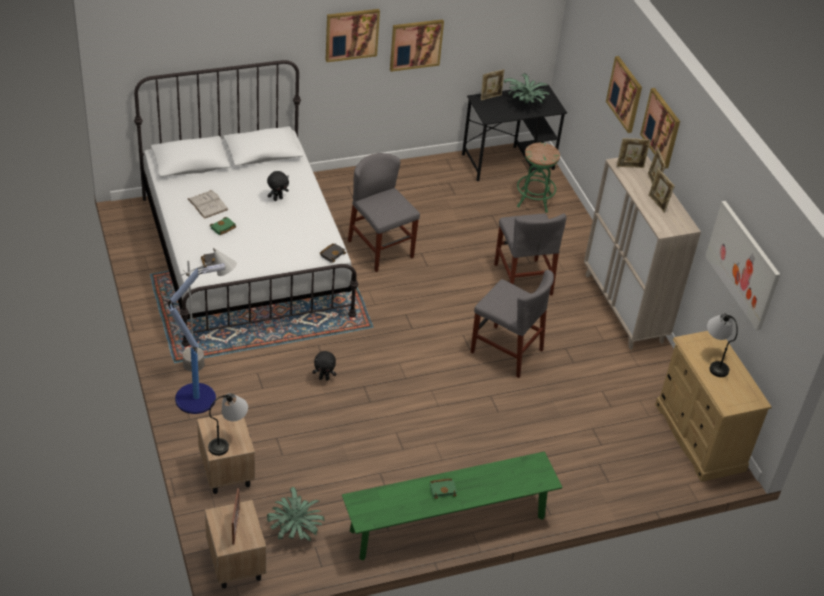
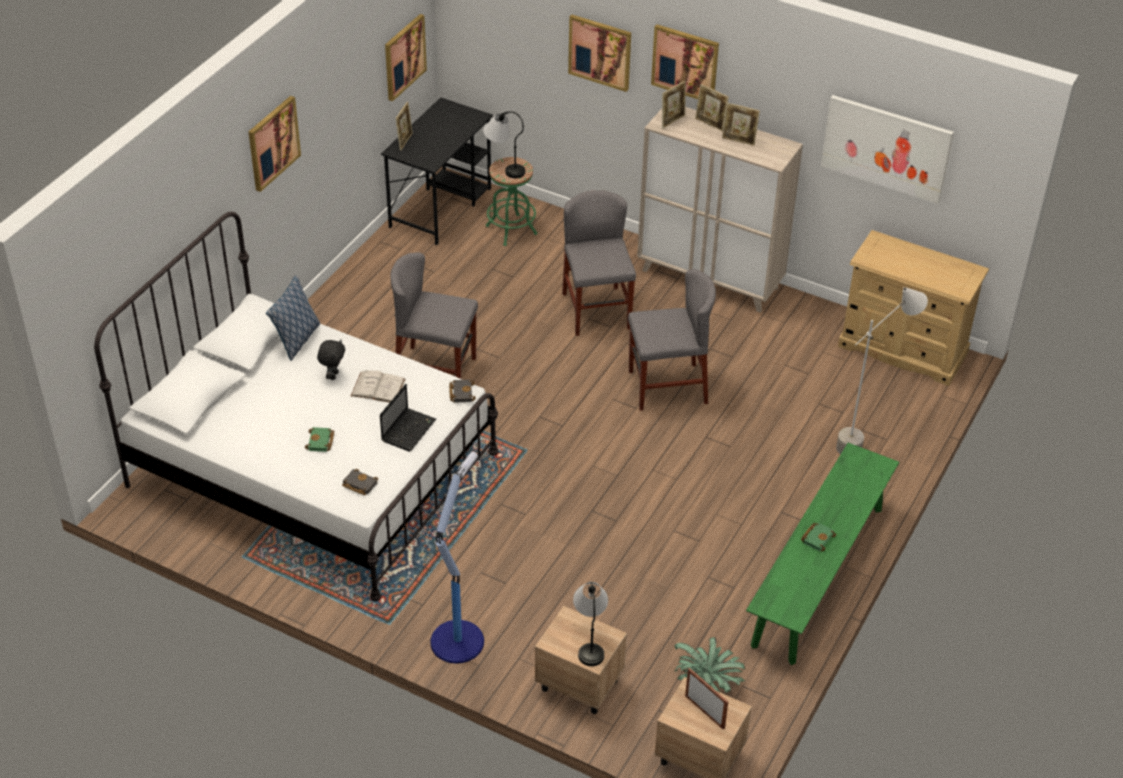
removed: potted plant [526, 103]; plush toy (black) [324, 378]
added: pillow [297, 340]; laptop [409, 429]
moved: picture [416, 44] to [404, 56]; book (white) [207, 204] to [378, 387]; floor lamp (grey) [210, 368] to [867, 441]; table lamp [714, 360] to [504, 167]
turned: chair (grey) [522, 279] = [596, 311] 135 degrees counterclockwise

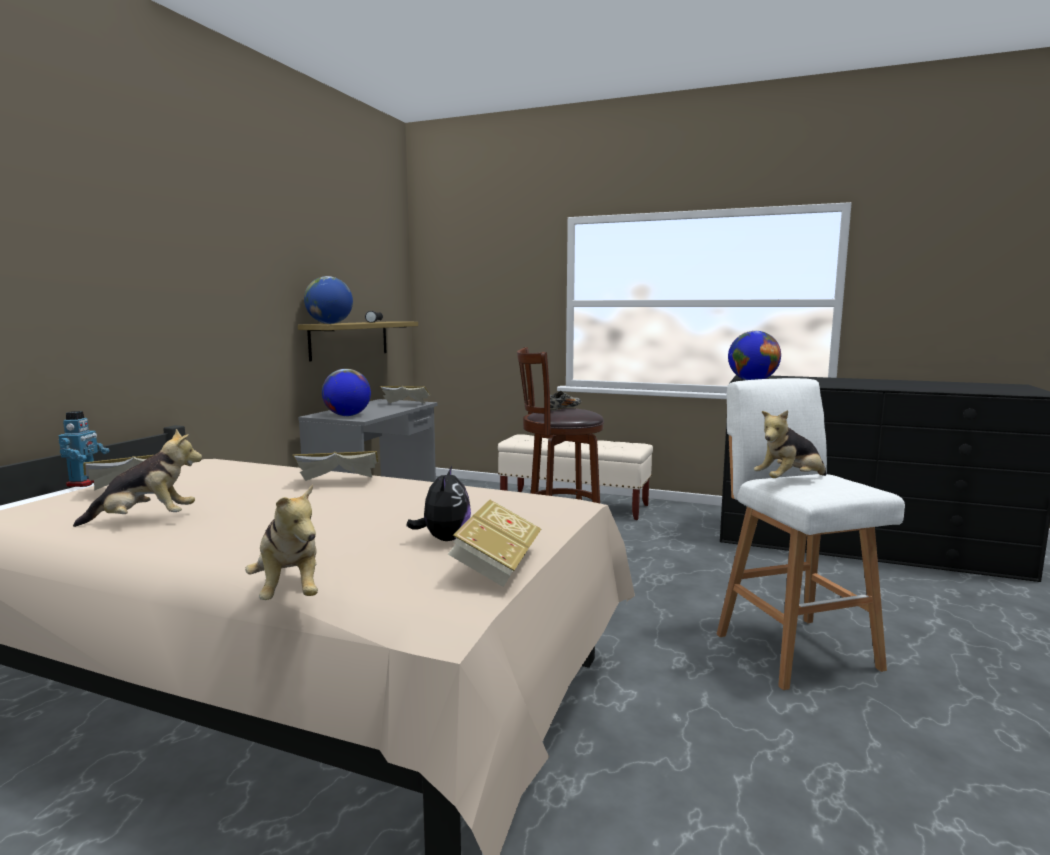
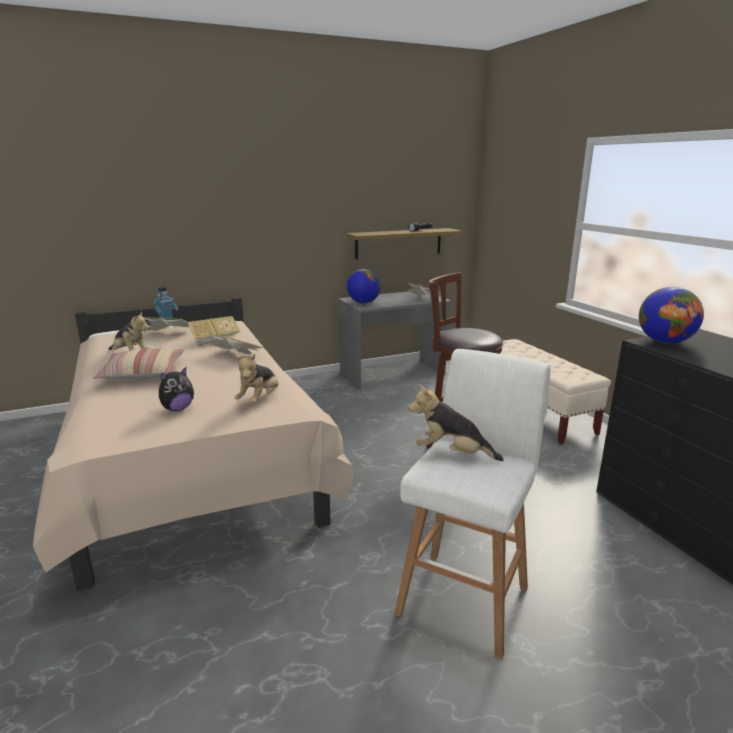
removed: globe [330, 323]; shoe [562, 409]
added: pillow [143, 373]
moved: plush toy [289, 592] to [259, 399]; book [496, 565] to [215, 340]

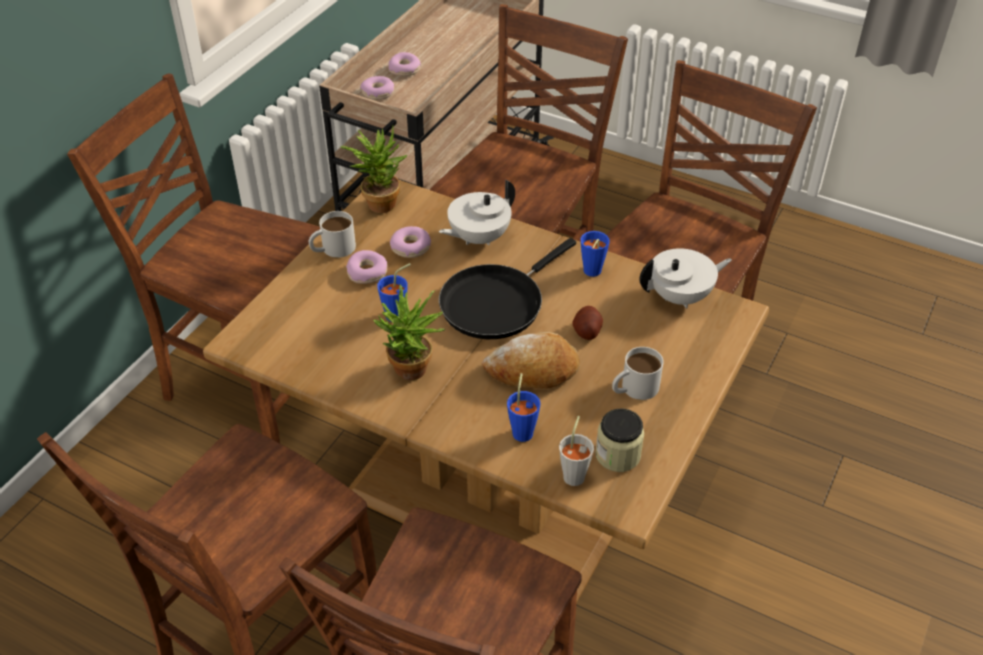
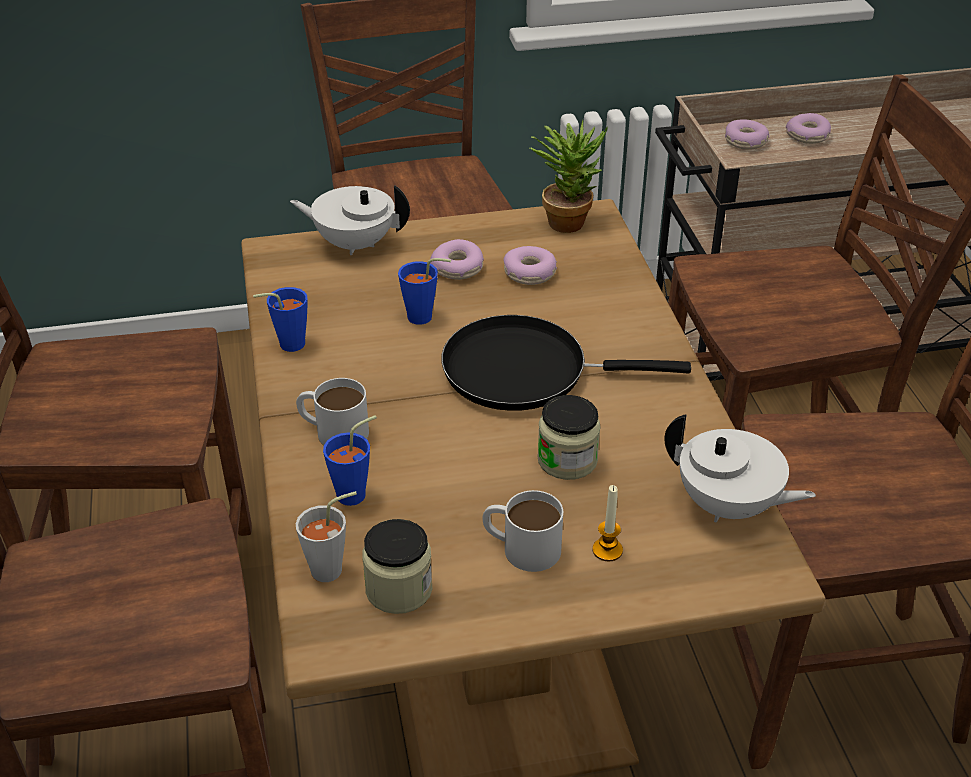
removed: potted plant [412, 374]; bread [533, 370]
added: candle [607, 550]
moved: teapot (white) [478, 237] to [354, 244]; mug (white) [332, 249] to [333, 430]; cup (blue) [591, 273] to [286, 345]
replaced: potato [587, 331] to jar [567, 460]

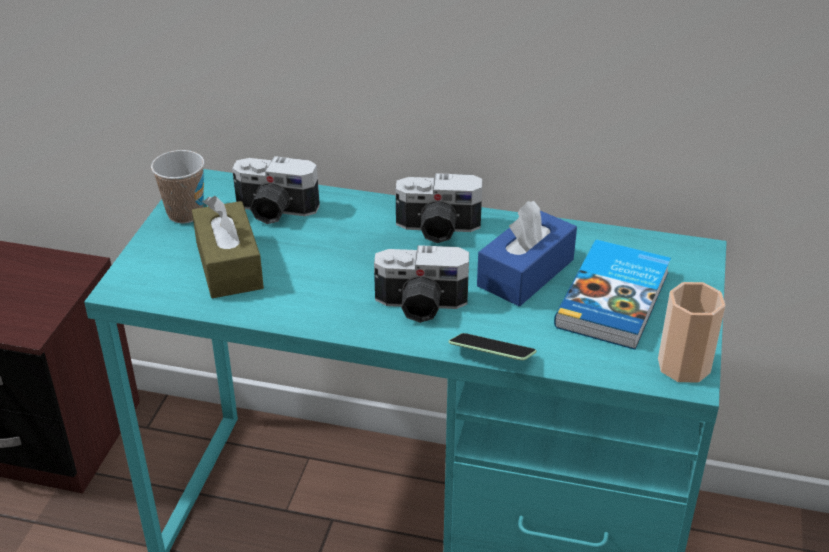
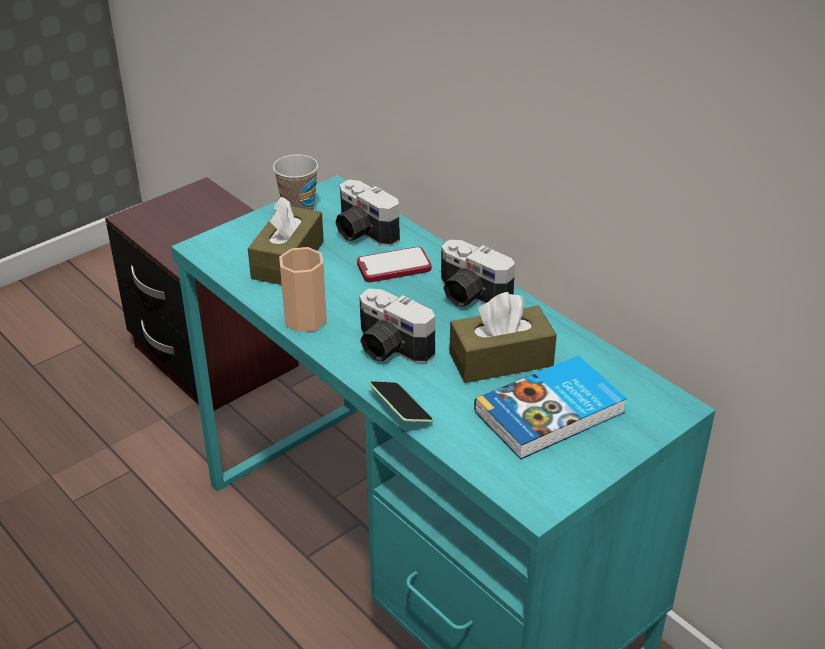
added: phone [394, 266]
moved: cup [684, 366] to [305, 319]
recoloured: tissue box (blue) [525, 273] to tissue box (brown) [501, 359]

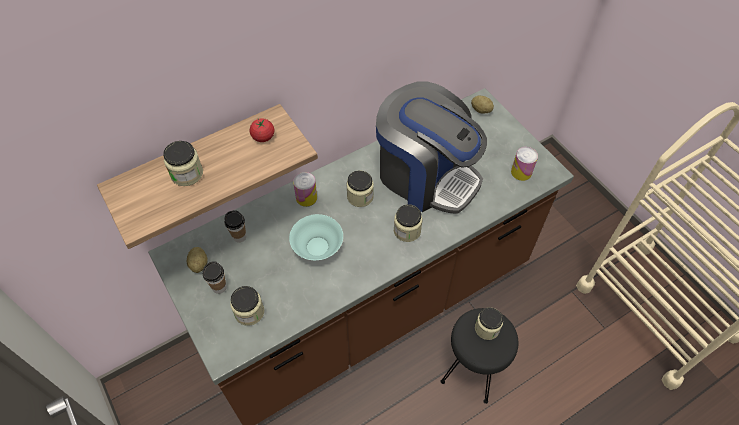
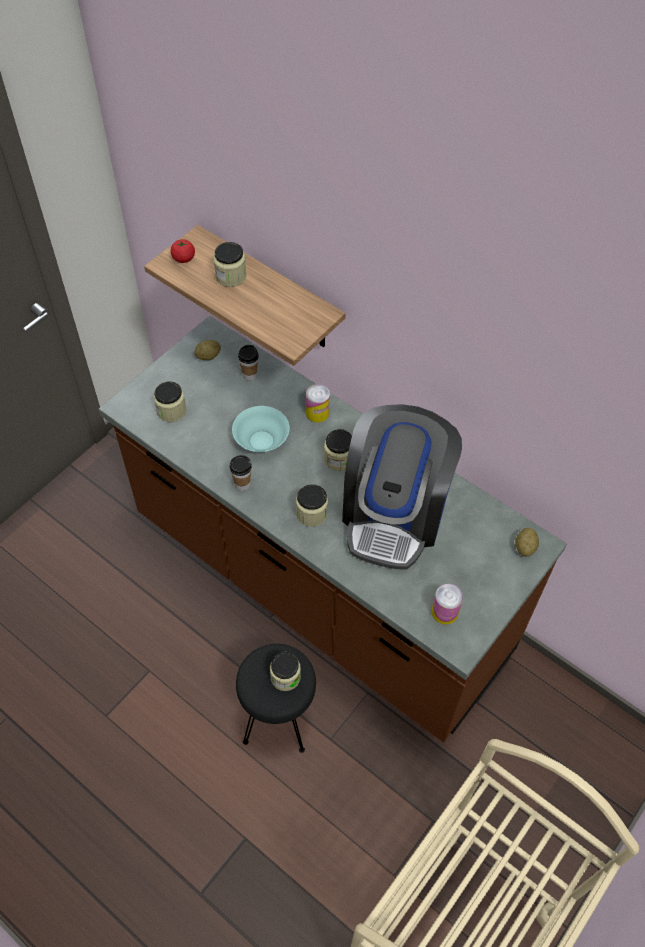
moved: tomato [263, 137] to [183, 258]; cup [219, 287] to [242, 484]

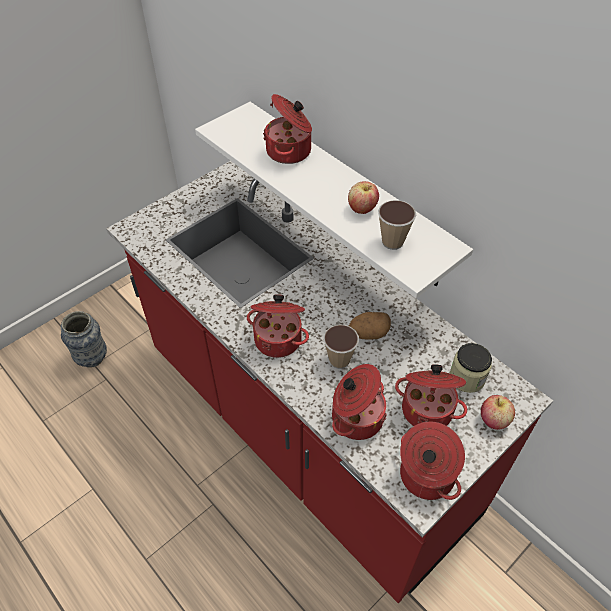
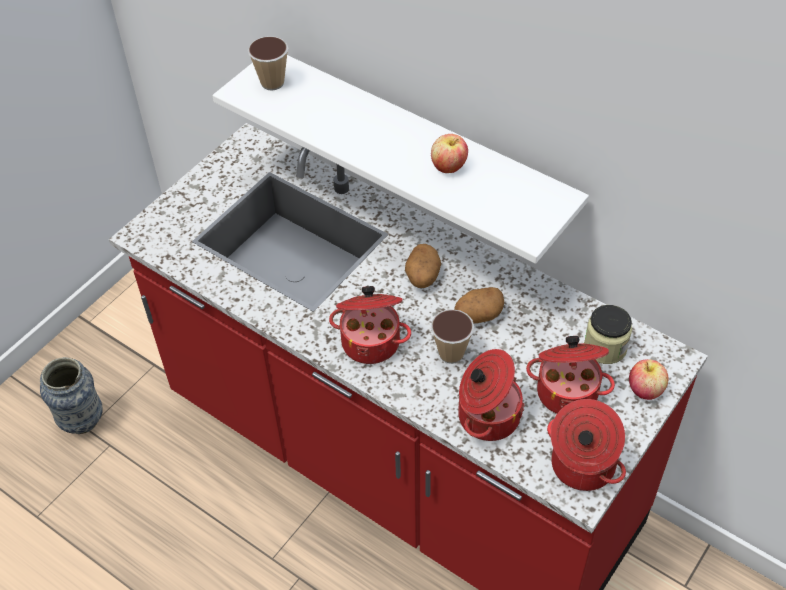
removed: cooking pot [290, 151]
added: potato [422, 277]
moved: cup [392, 242] to [272, 83]

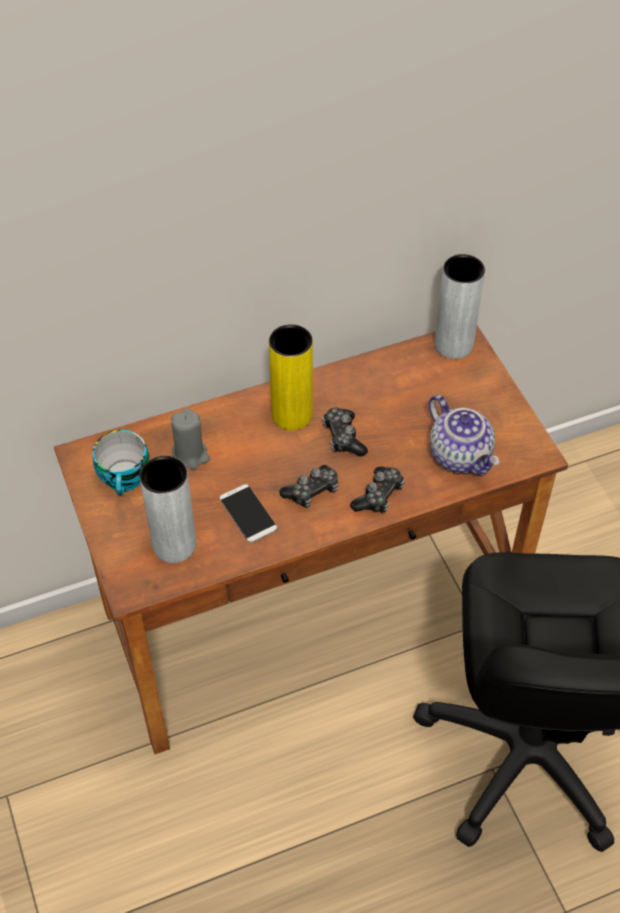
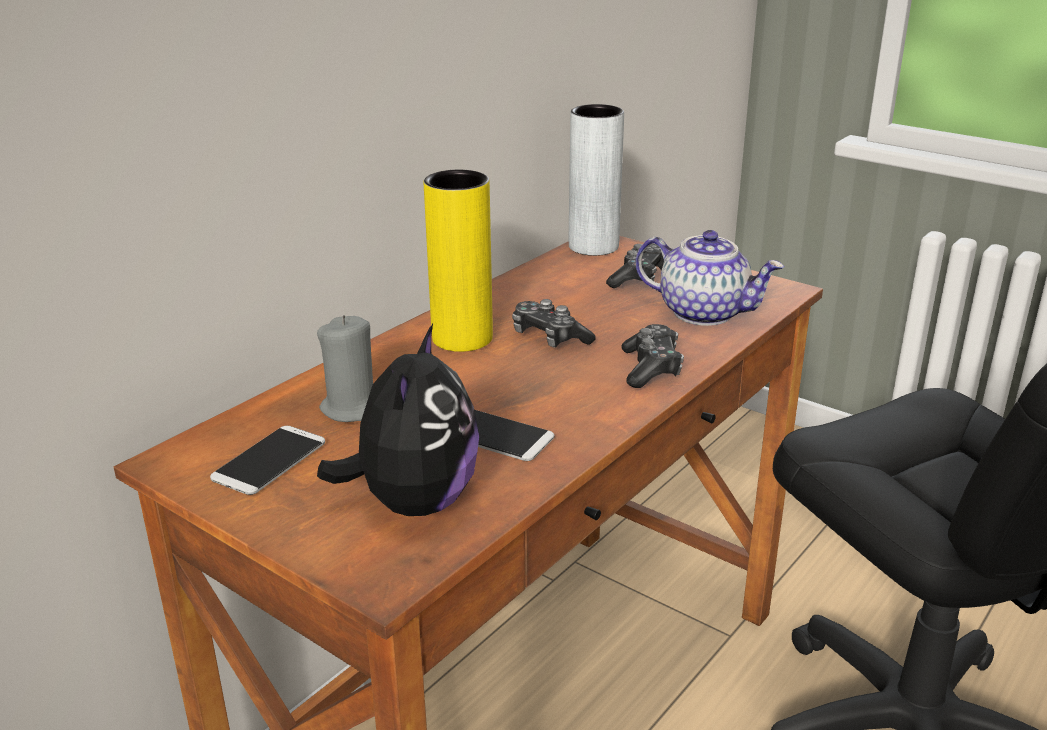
moved: game controller [312, 491] to [639, 278]
replaced: cup [126, 479] to phone [269, 461]; vase (grey) [174, 544] to plush toy [414, 502]

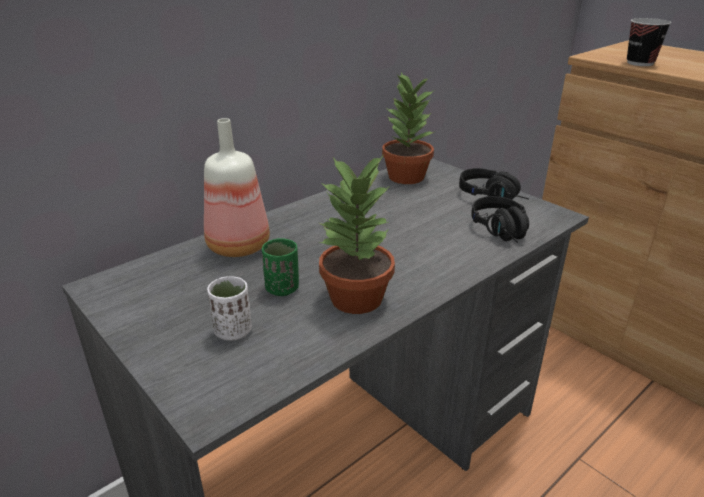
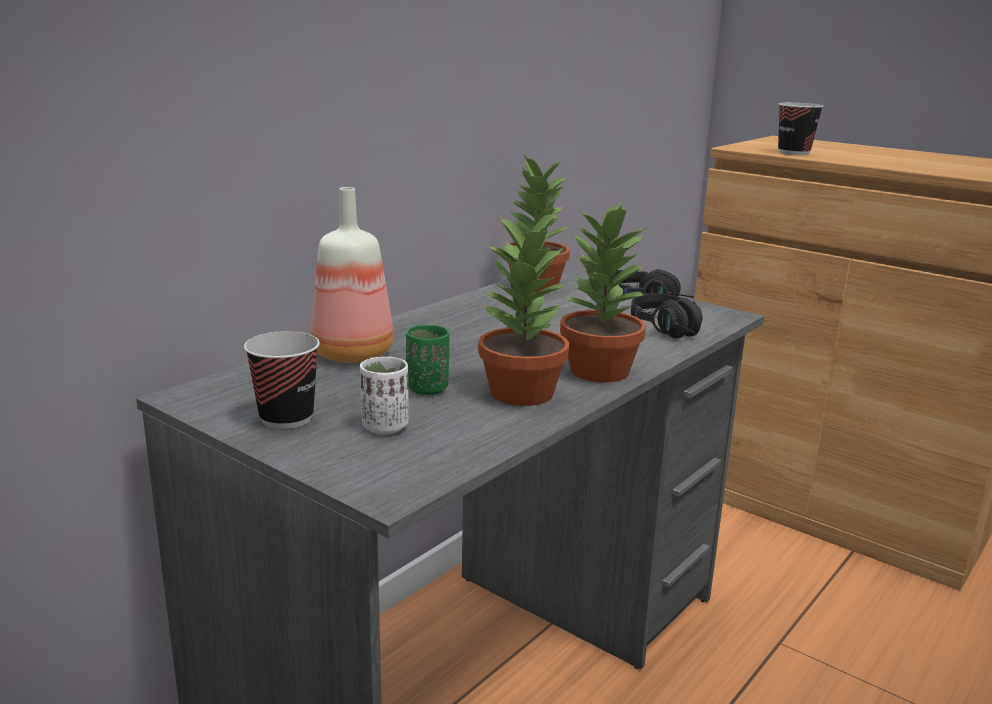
added: potted plant [598, 371]; cup [286, 418]

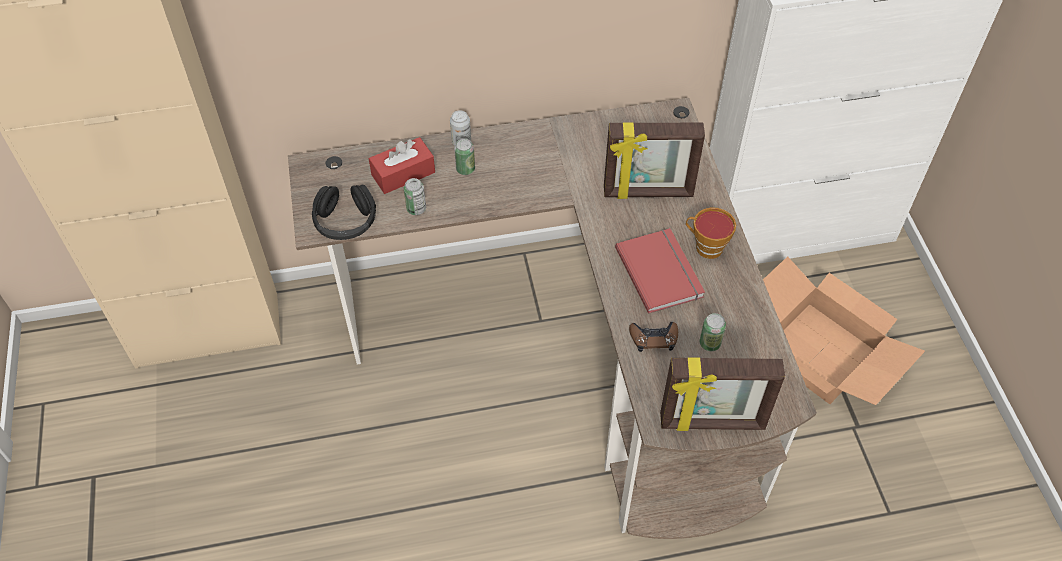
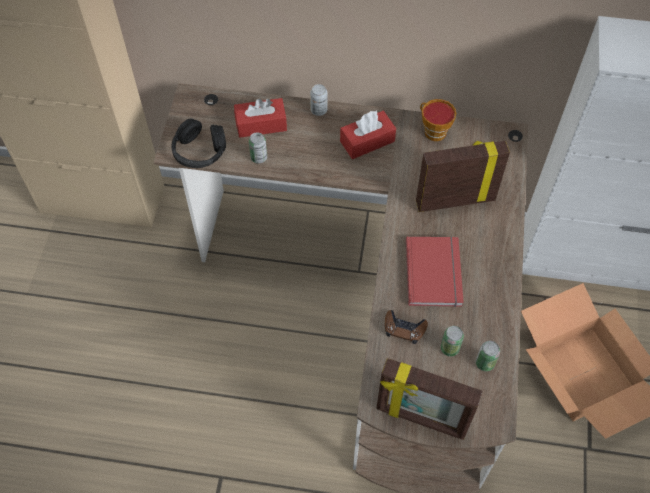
added: tissue box (red) [367, 141]
moved: can [465, 169] to [485, 363]; cup [705, 247] to [432, 131]
turned: picture frame [648, 193] = [455, 200] 150 degrees clockwise

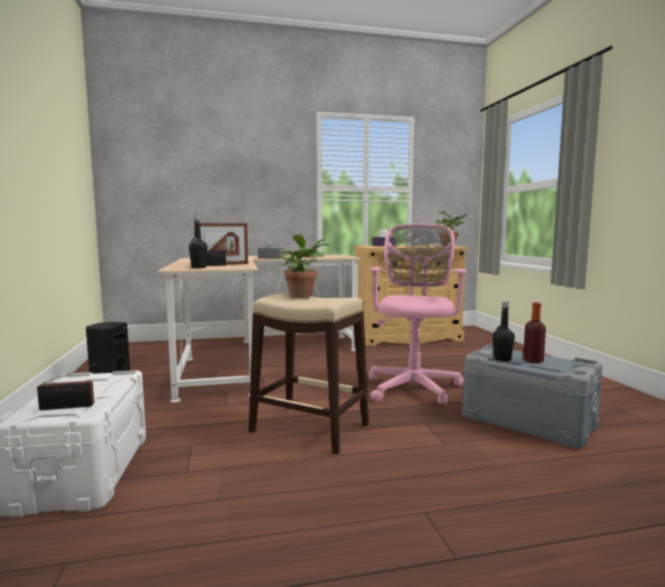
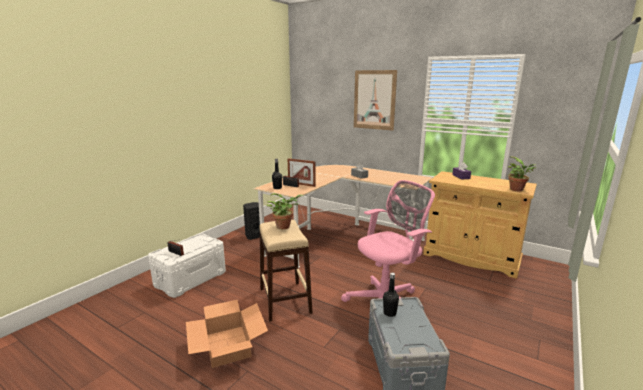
removed: bottle [533, 361]
added: picture [374, 100]; cardboard box [228, 346]

